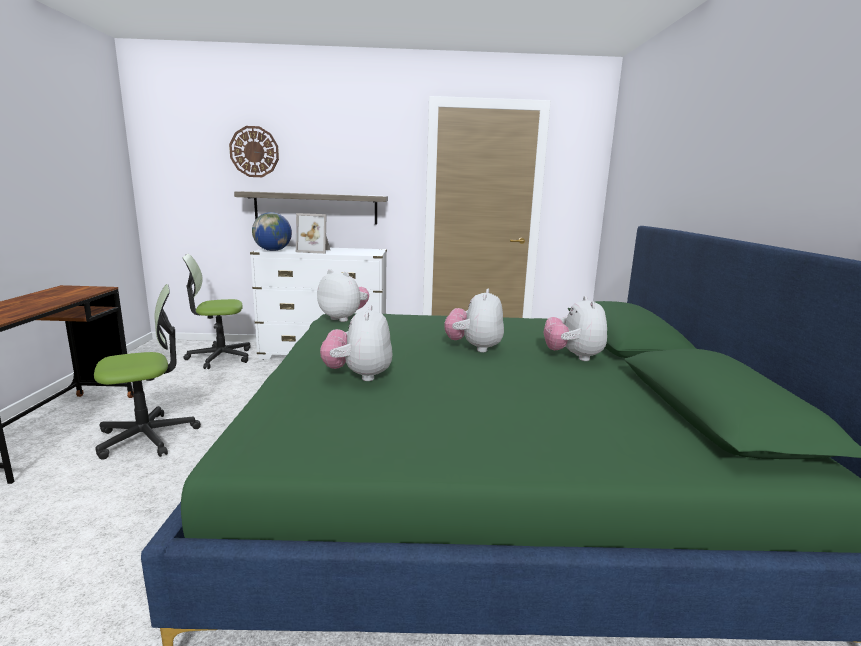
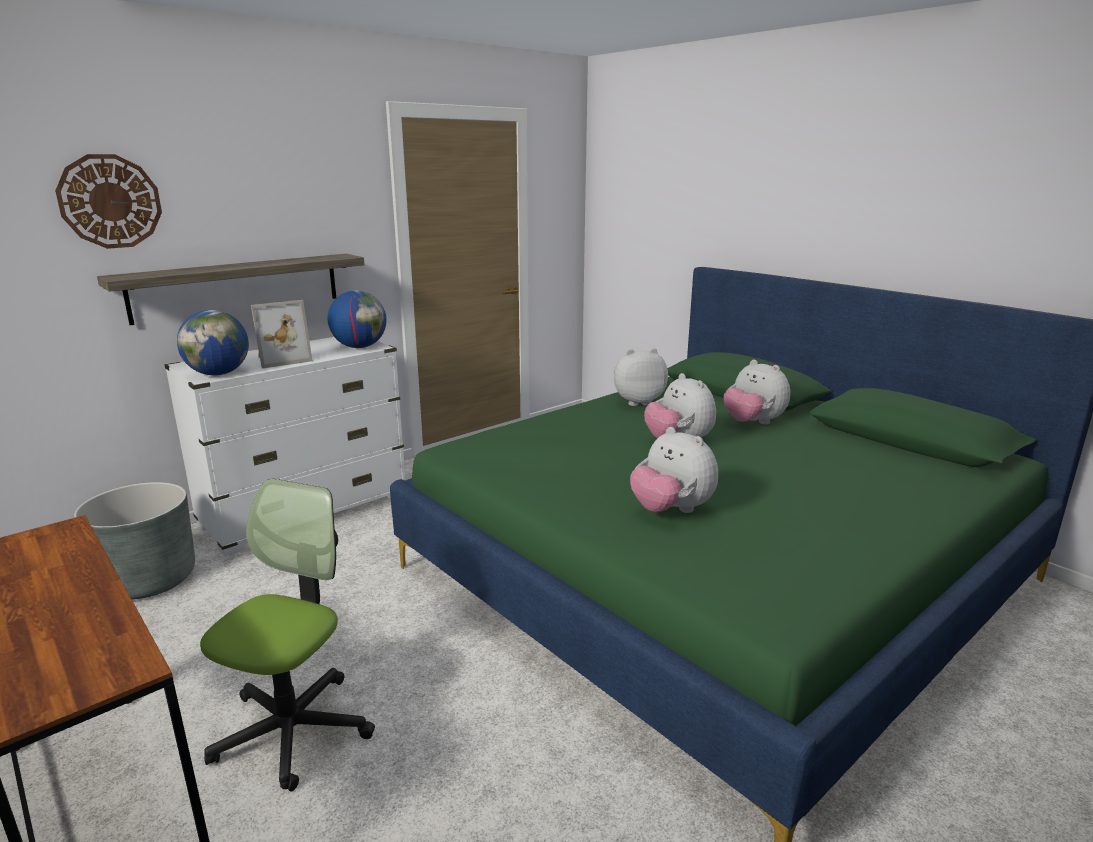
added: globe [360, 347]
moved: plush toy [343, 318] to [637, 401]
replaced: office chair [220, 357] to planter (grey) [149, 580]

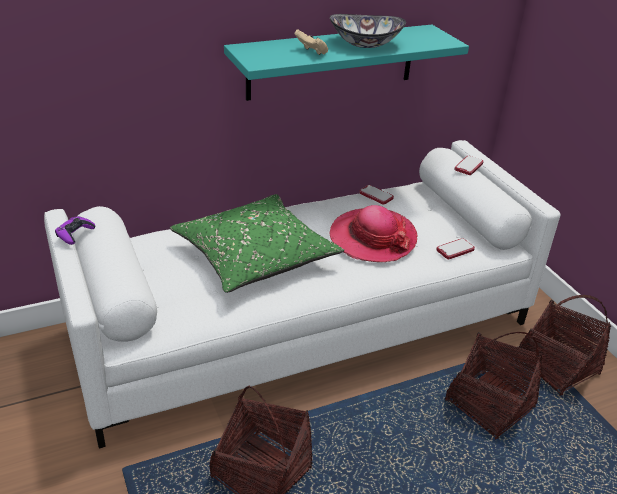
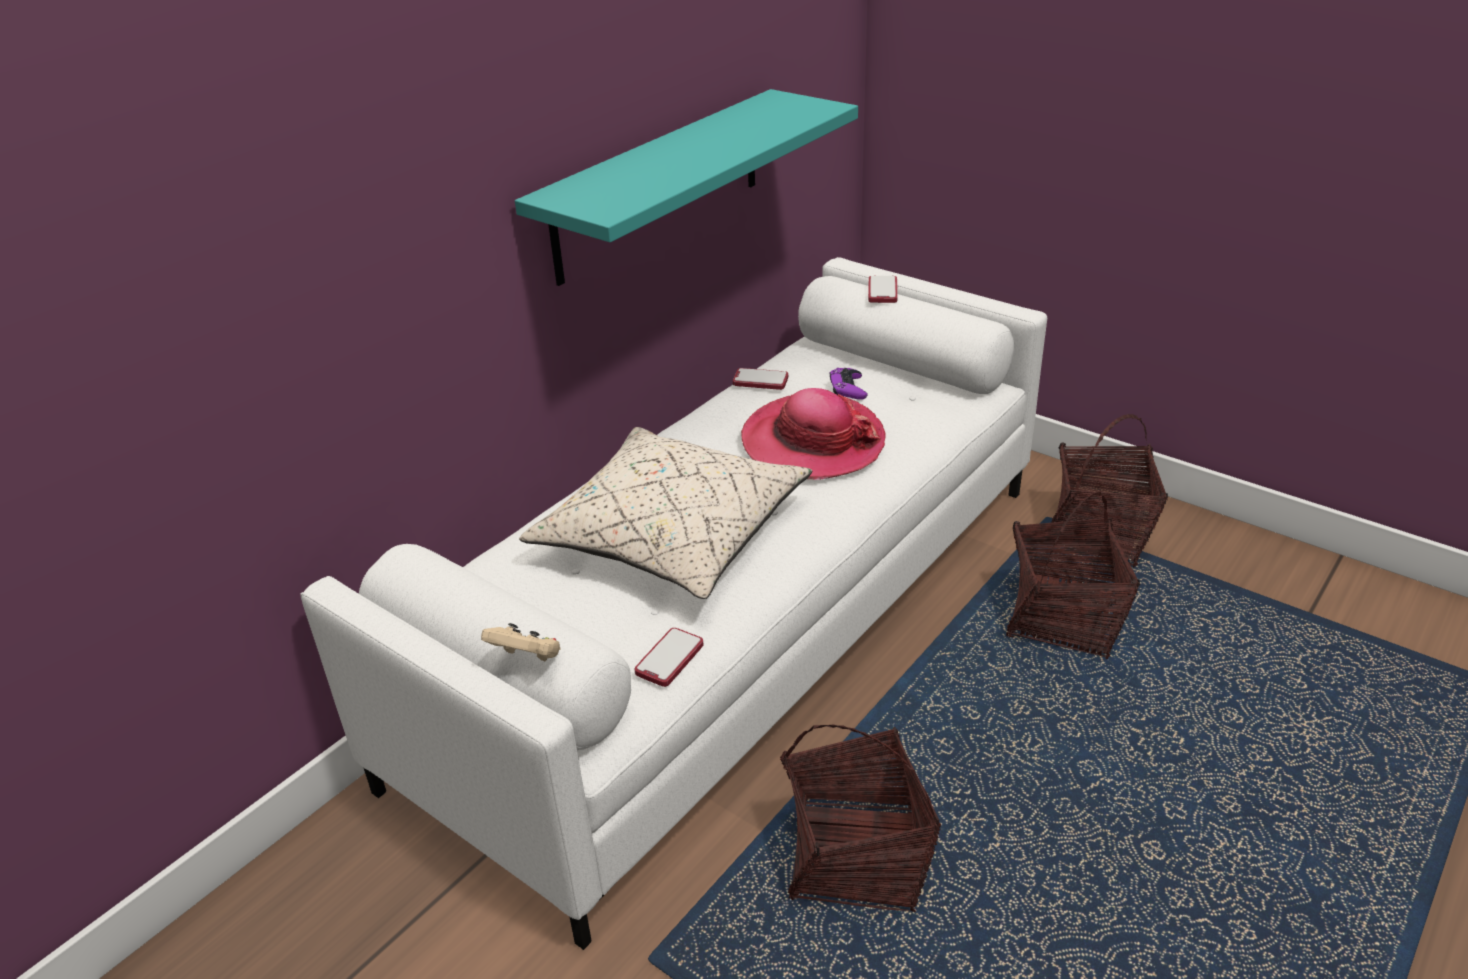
removed: bowl [365, 44]
moved: game controller (beige) [312, 52] to [527, 658]; game controller (purple) [75, 233] to [847, 389]; phone [455, 250] to [669, 659]
recoloured: pillow (green) [254, 256] to pillow (beige) [671, 534]

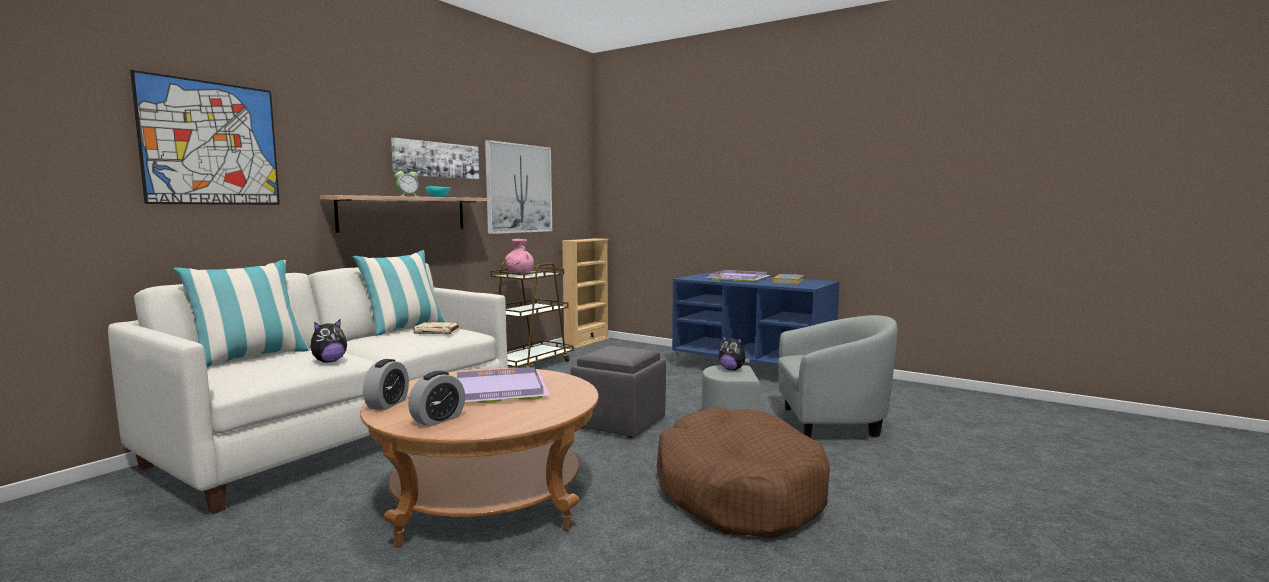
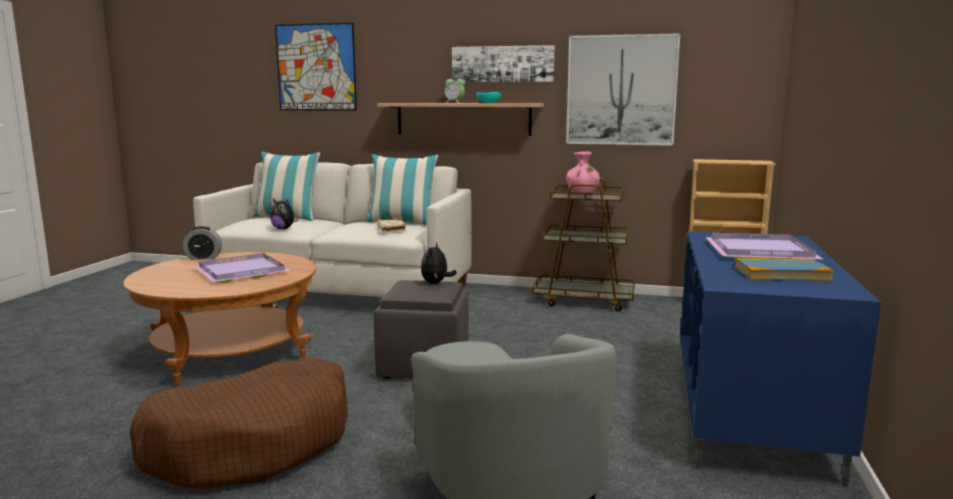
removed: alarm clock [438, 420]
moved: plush toy [732, 369] to [436, 283]

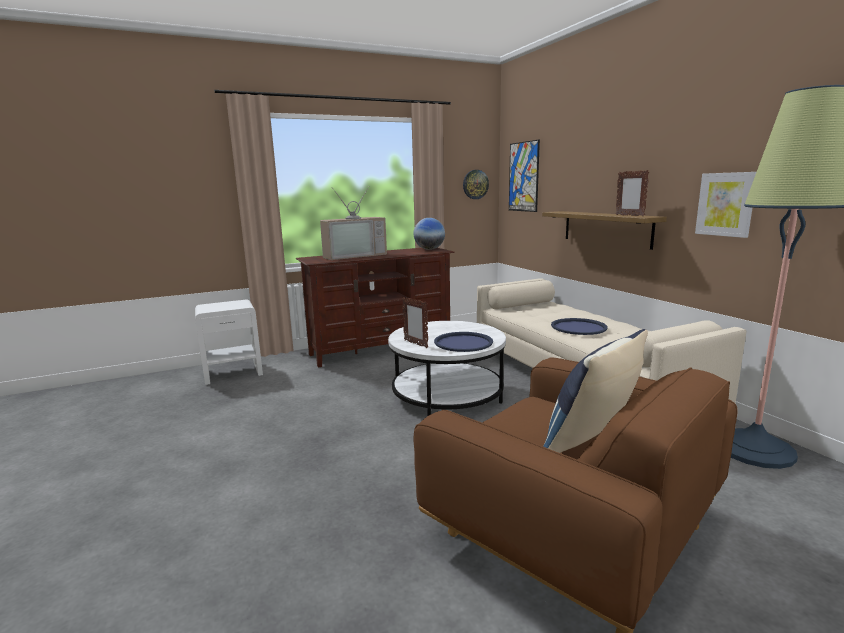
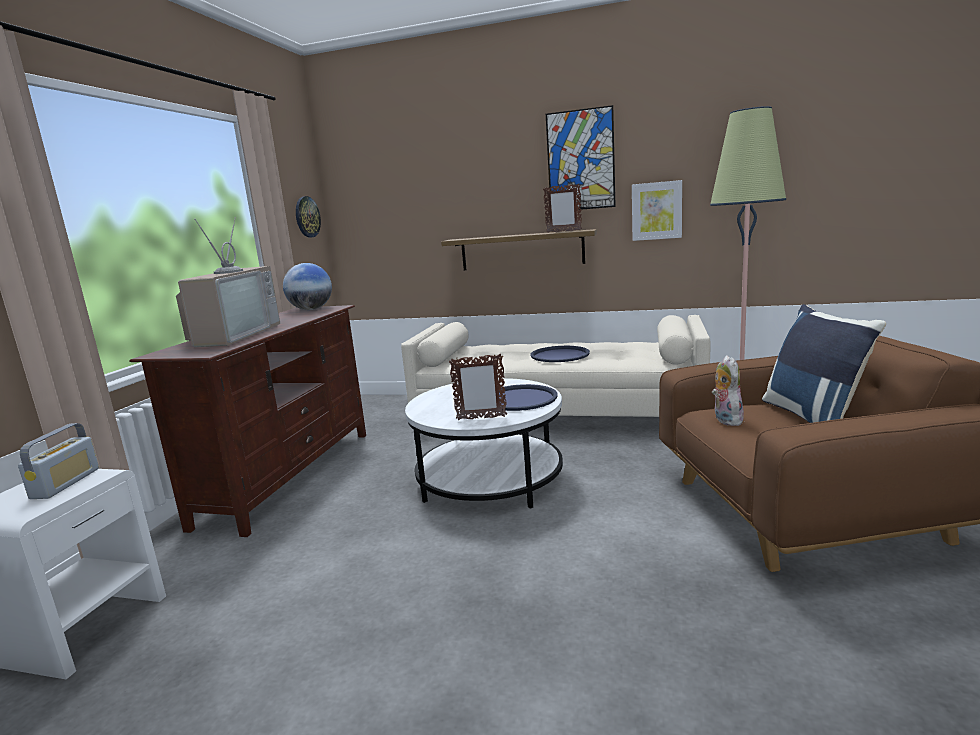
added: plush toy [725, 420]; radio [66, 483]
moved: picture [523, 177] to [580, 160]

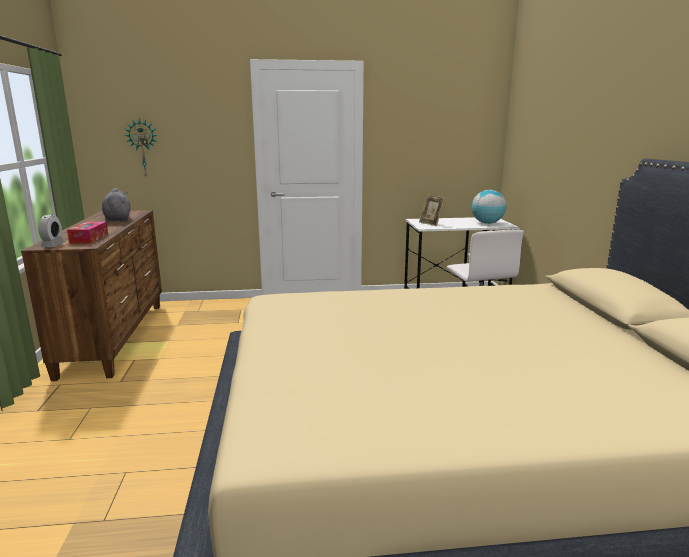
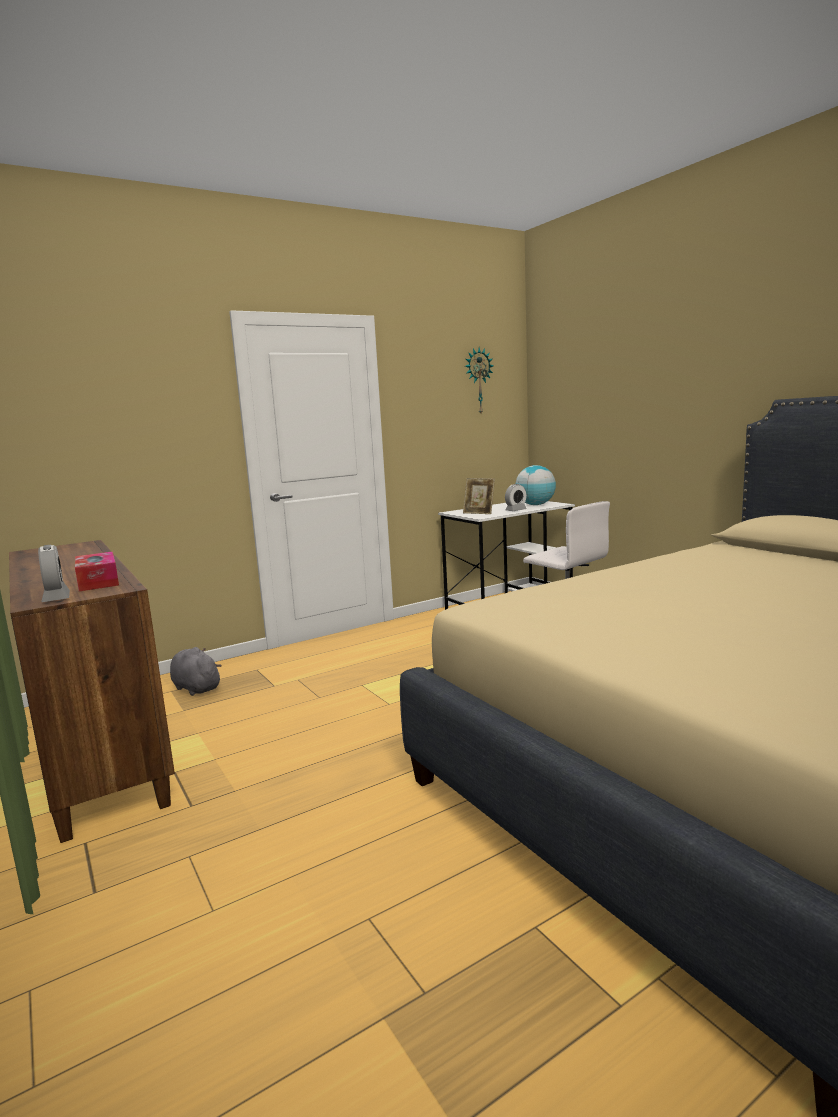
added: alarm clock [516, 510]
moved: wall clock [143, 148] to [478, 381]; plush toy (grey) [118, 219] to [195, 688]

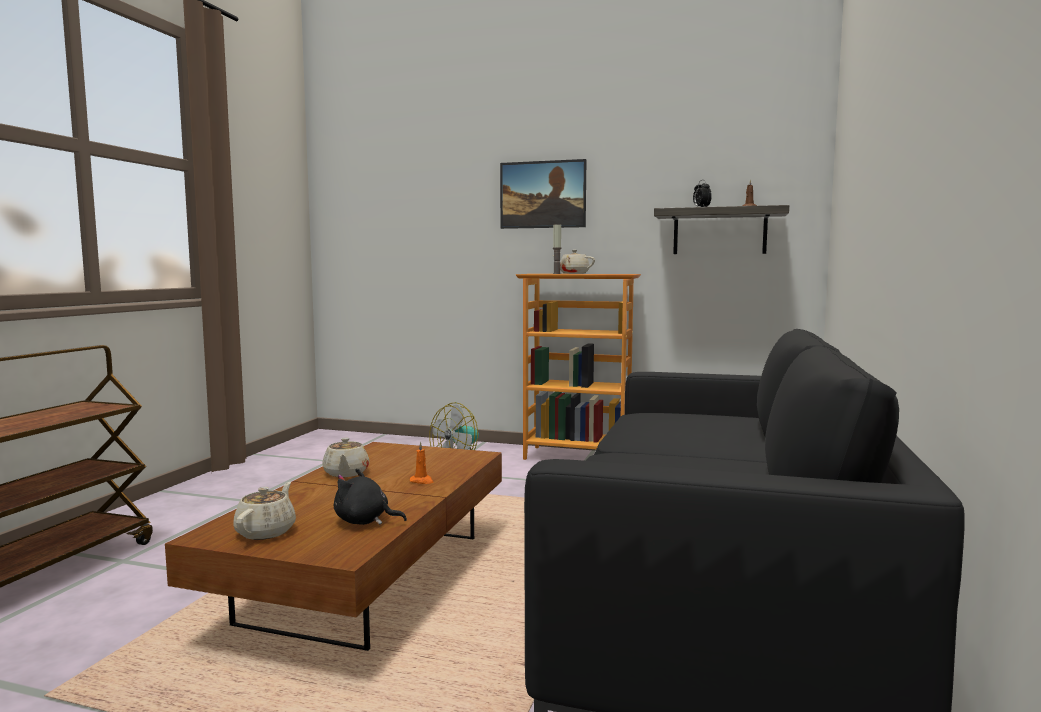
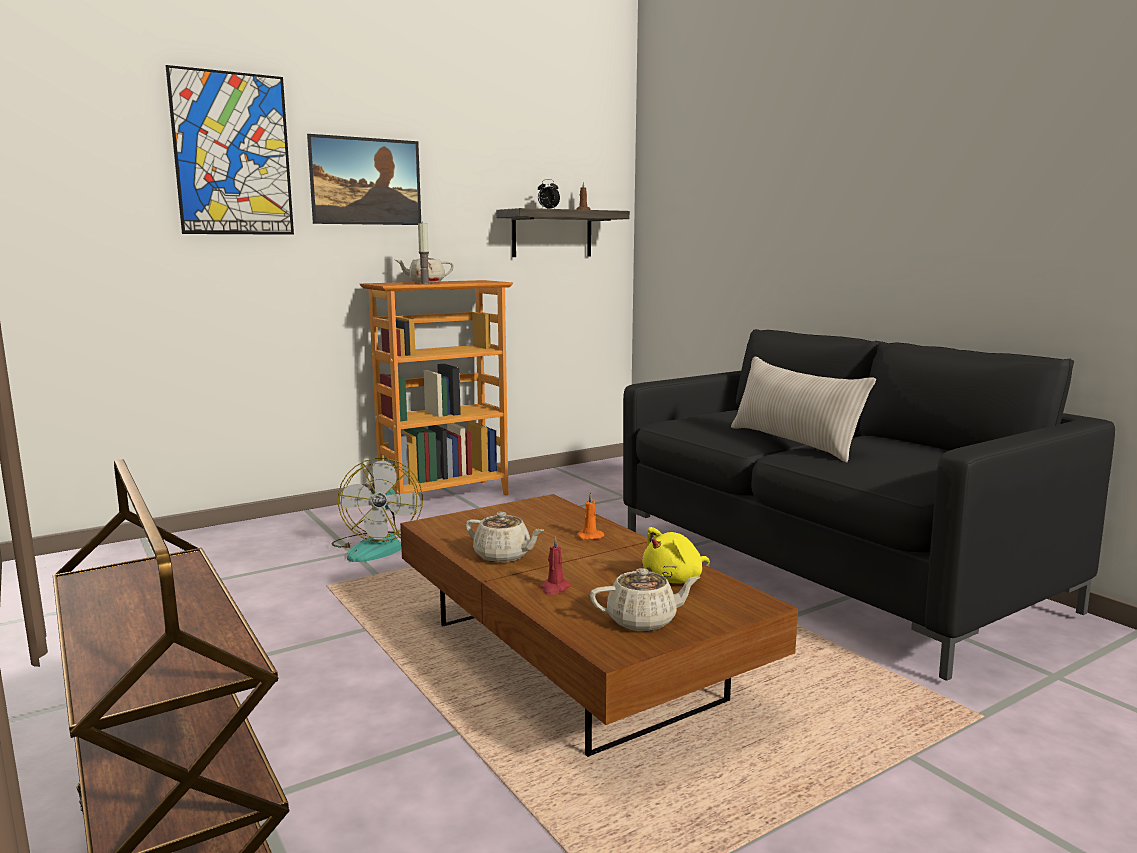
added: picture [232, 154]; pillow (beige) [793, 442]; candle (red) [555, 588]
recoloured: plush toy (black) [364, 521] to plush toy (yellow) [675, 579]
turned: teapot (beige) [266, 531] = [643, 621] 120 degrees clockwise

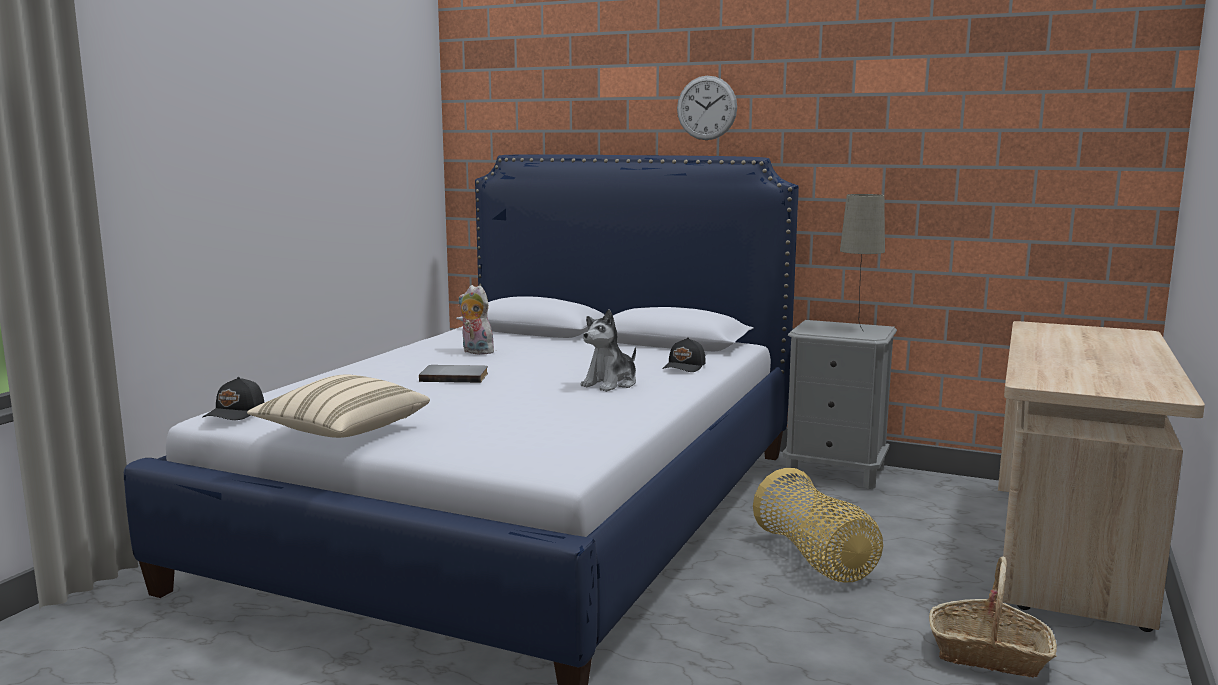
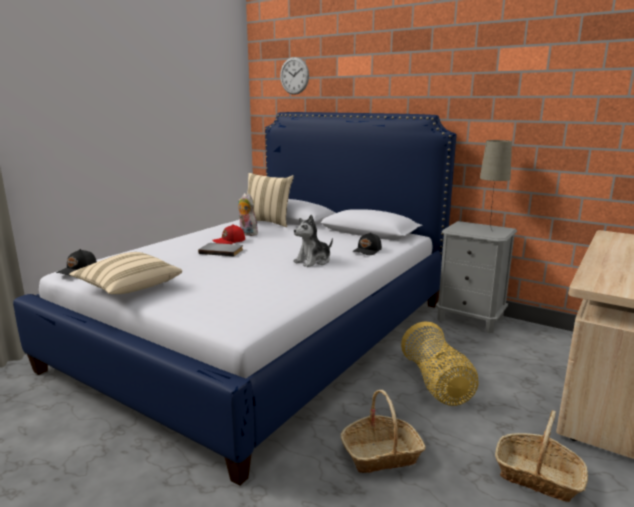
added: pillow (beige) [268, 222]; cap (red) [229, 241]; basket [381, 454]
moved: wall clock [706, 108] to [294, 76]

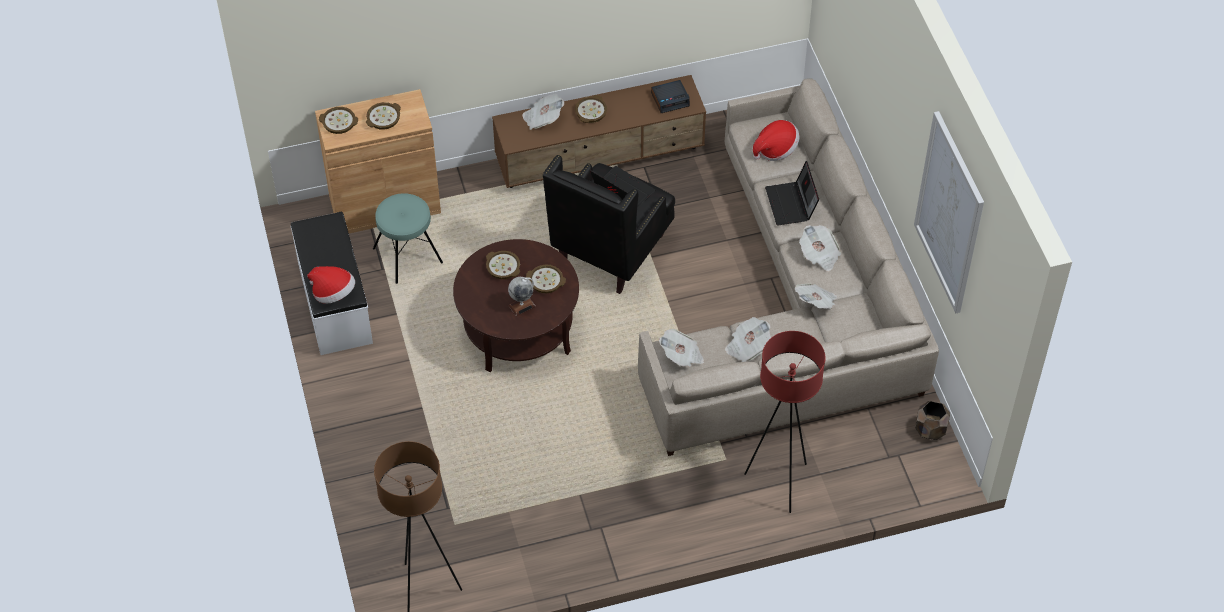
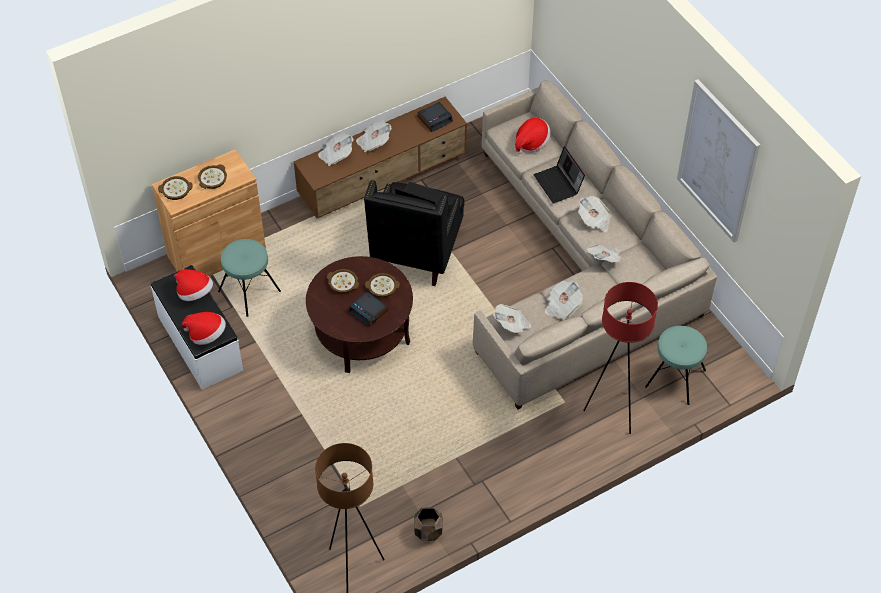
added: hat [195, 293]; stool (turquoise) [675, 378]
moved: planter (brown) [930, 430] to [428, 531]
replaced: bowl [590, 112] to newspaper [373, 142]; globe [521, 305] to alarm clock [369, 311]

